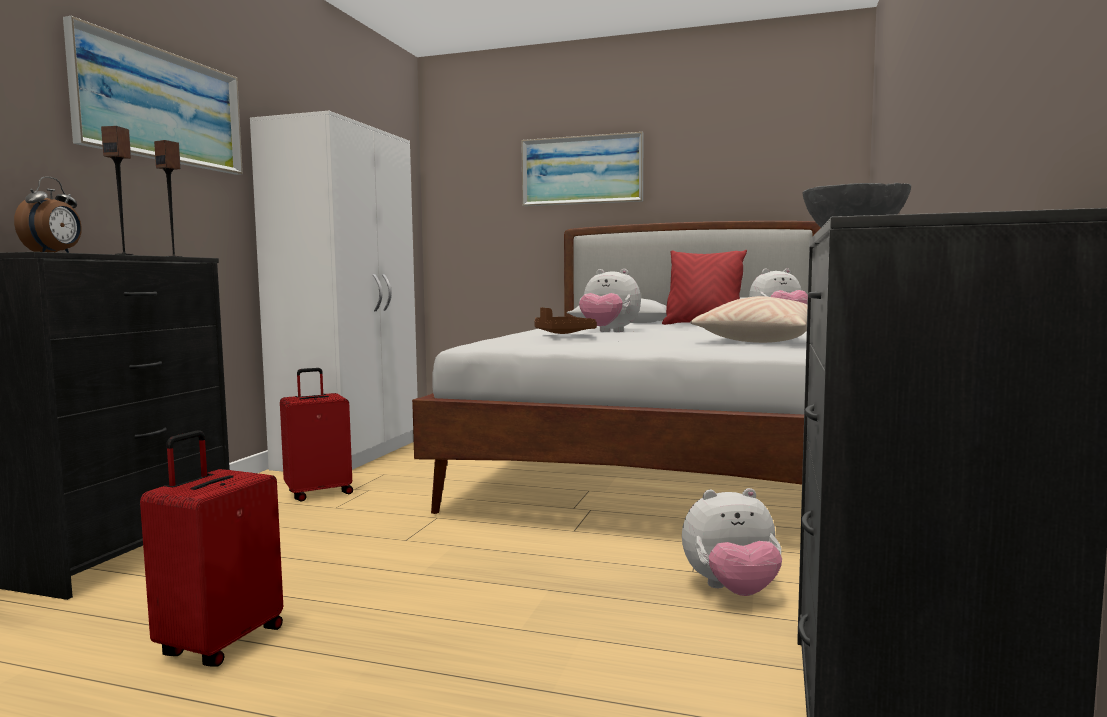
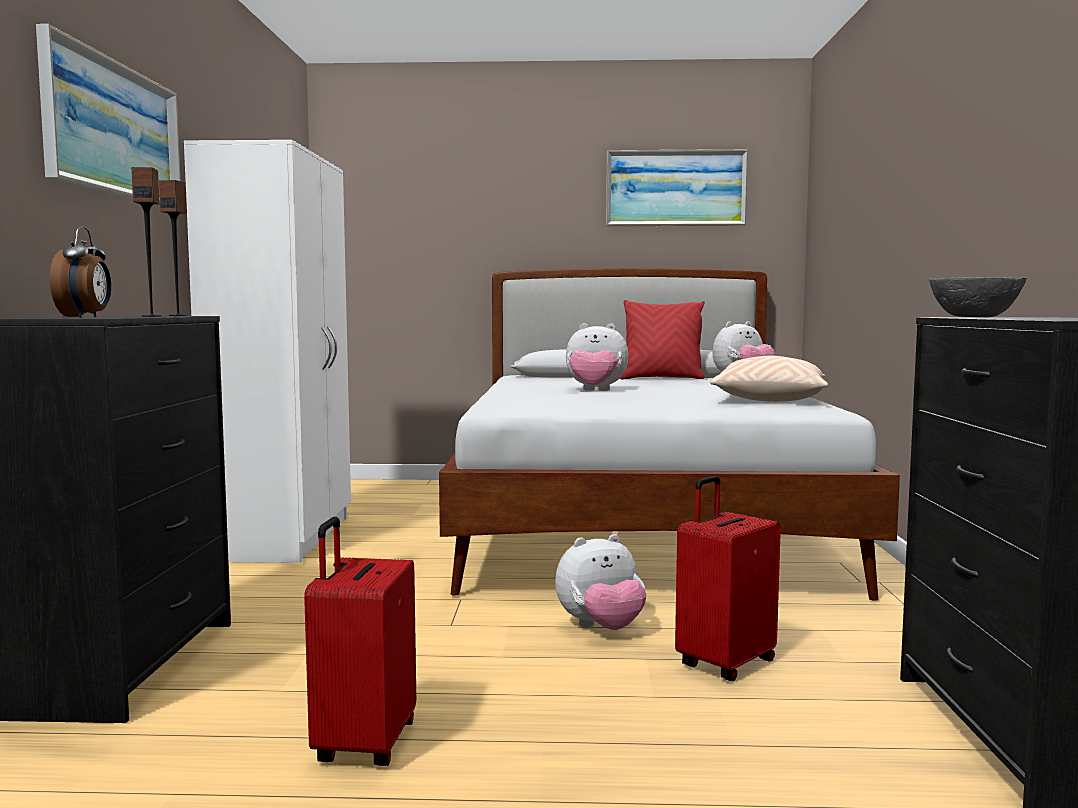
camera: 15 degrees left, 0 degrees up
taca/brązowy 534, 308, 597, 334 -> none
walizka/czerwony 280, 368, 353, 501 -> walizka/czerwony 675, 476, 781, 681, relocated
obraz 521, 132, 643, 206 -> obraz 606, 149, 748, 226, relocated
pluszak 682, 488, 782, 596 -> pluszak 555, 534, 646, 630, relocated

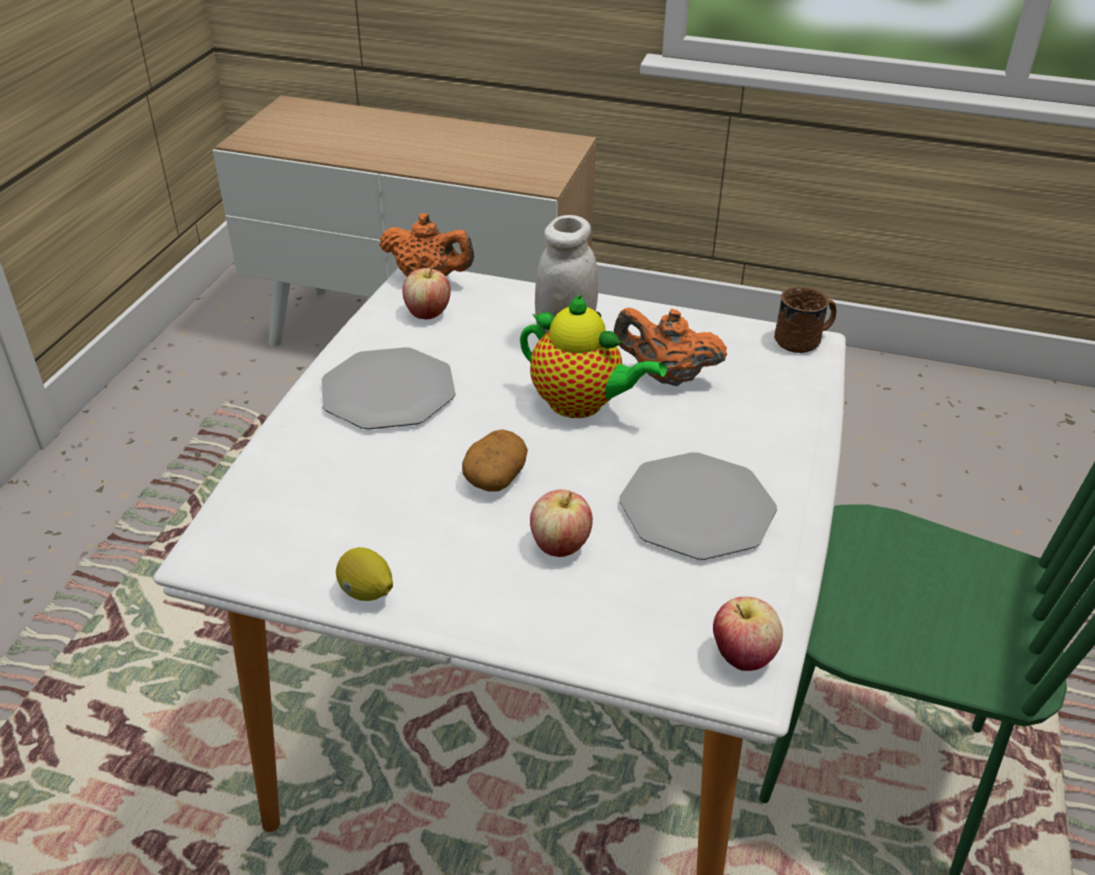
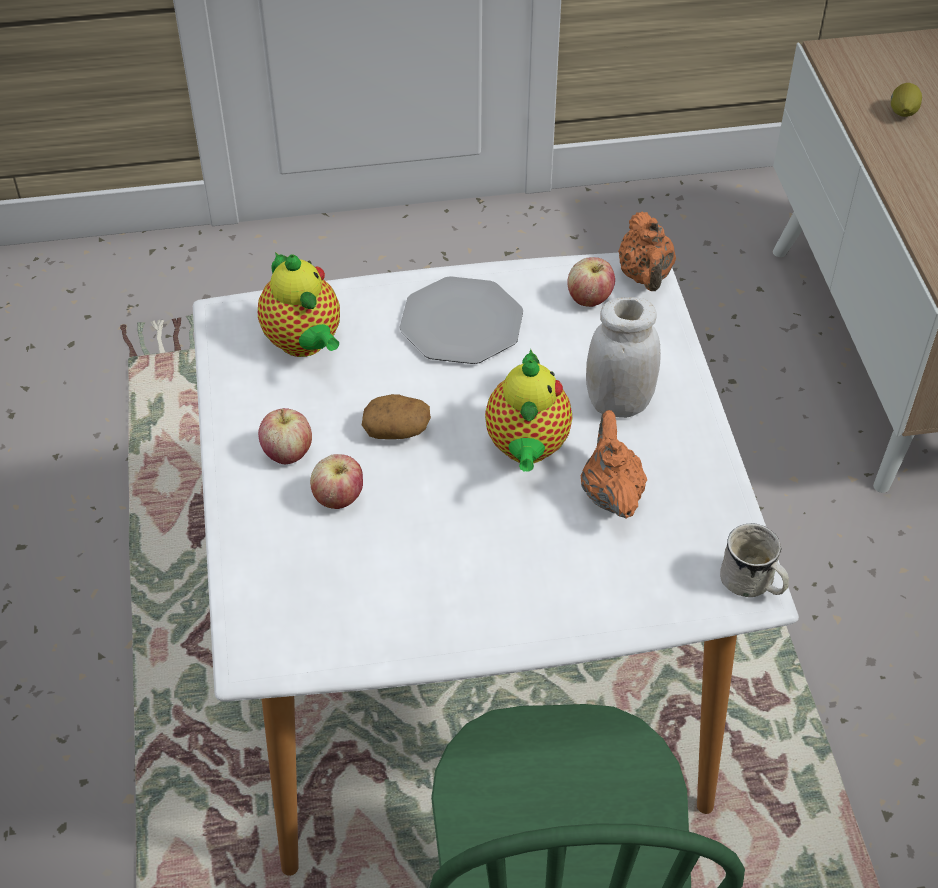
camera: 65 degrees right, 10 degrees up
talerz 619, 452, 777, 560 -> none
none -> imbryk 258, 252, 340, 357
cytryna 336, 547, 393, 601 -> cytryna 891, 83, 922, 117, relocated
jabłko 713, 597, 783, 671 -> jabłko 258, 408, 312, 464, relocated
kubek/brązowy 774, 287, 836, 353 -> kubek/biały 720, 523, 789, 597

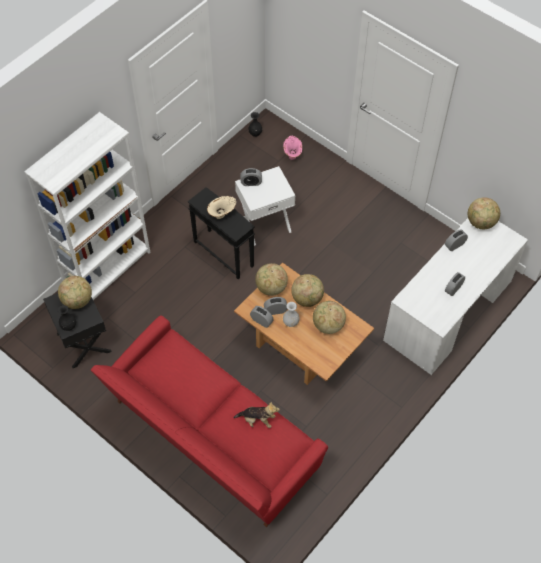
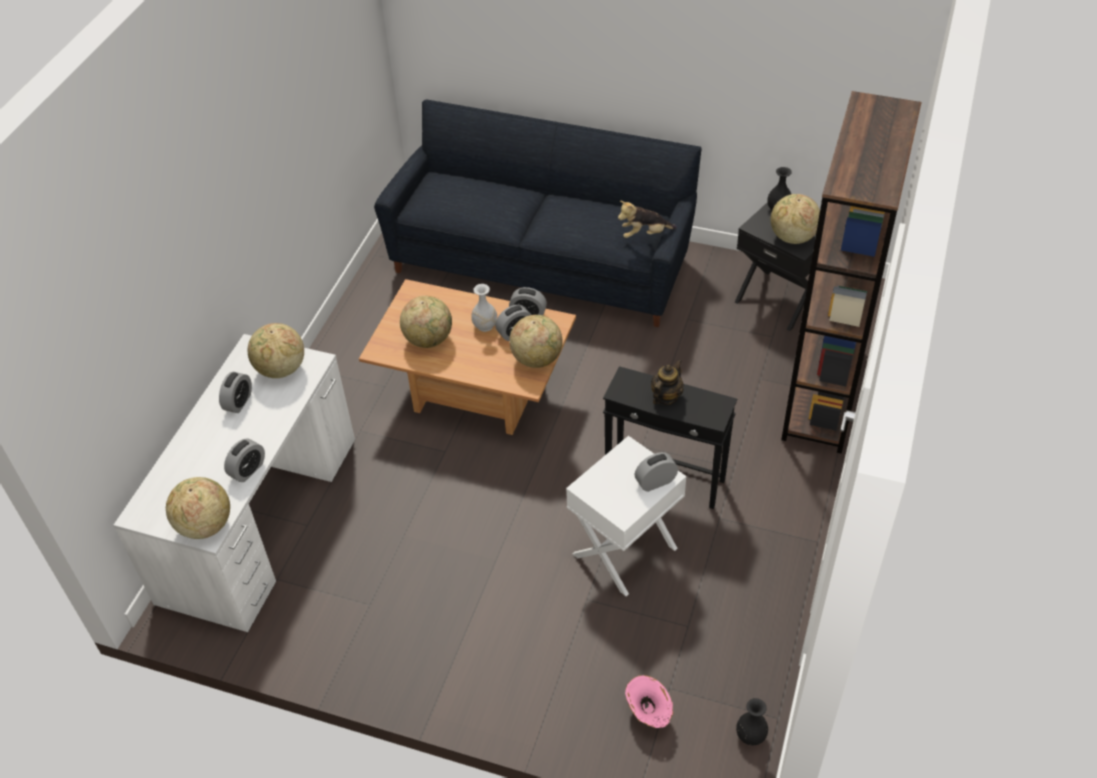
camera: 160 degrees right, 10 degrees down
pluszak 234, 402, 280, 428 -> pluszak 618, 201, 677, 238, relocated
globus 291, 274, 324, 307 -> globus 248, 323, 304, 378, relocated
wazon/beżowy 207, 196, 236, 219 -> imbryk 651, 360, 684, 405
regał/biały 24, 112, 150, 300 -> regał/brązowy 781, 91, 922, 454
kanapa/czerwony 91, 315, 328, 527 -> kanapa/czarny 374, 99, 702, 327

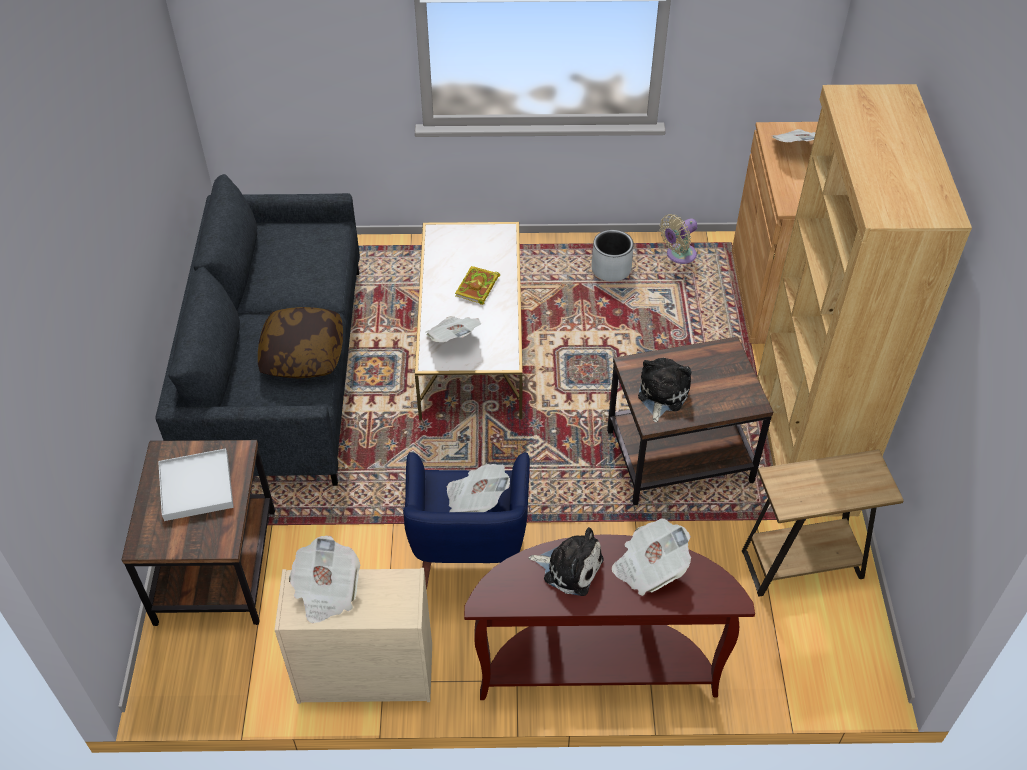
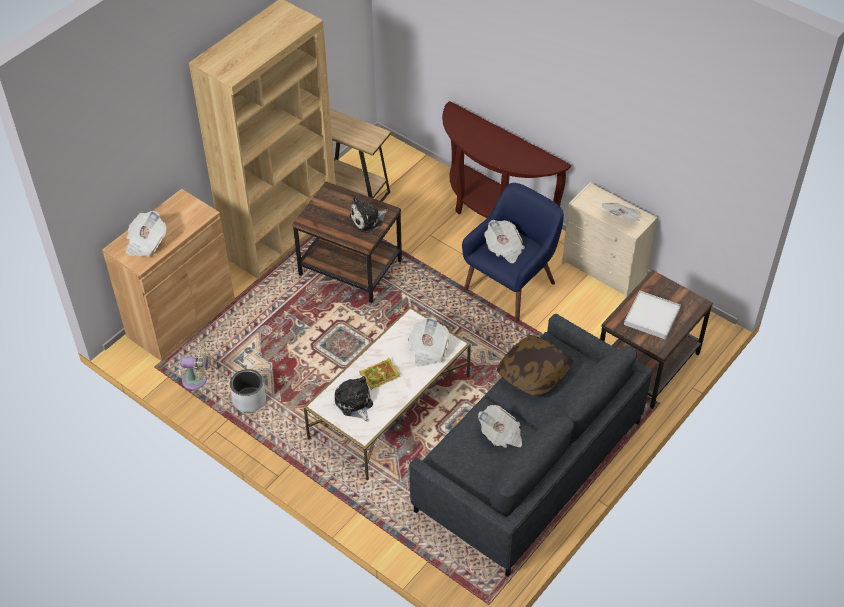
camera: 140 degrees left, 0 degrees up
pluszak 529, 527, 603, 596 -> pluszak 335, 376, 373, 422, relocated
gazeta 612, 519, 691, 596 -> gazeta 478, 405, 522, 448, relocated

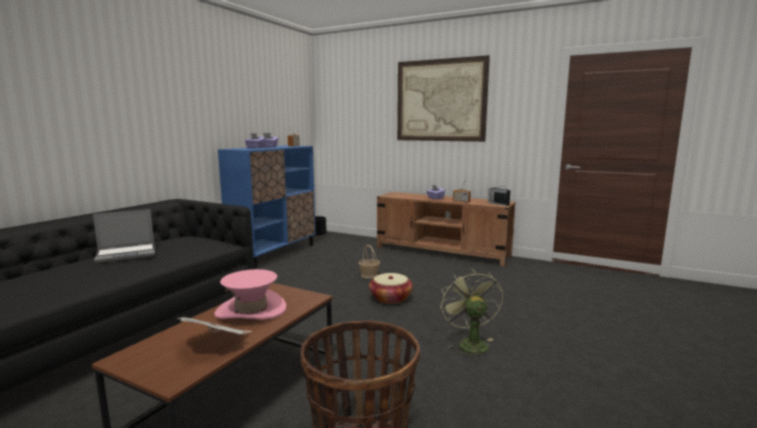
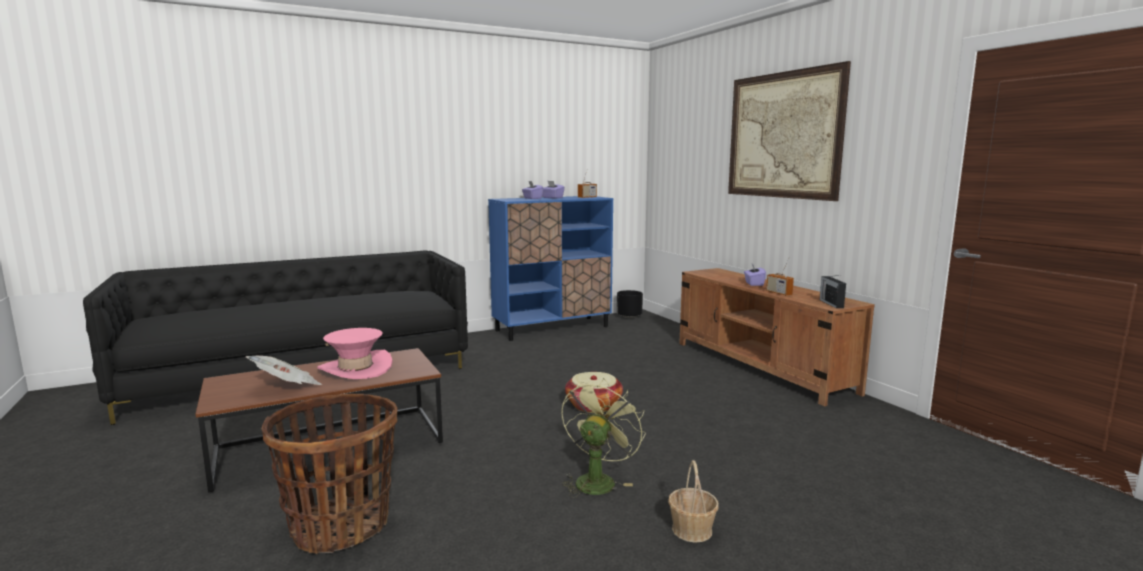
camera: 35 degrees right, 0 degrees up
laptop 93, 209, 155, 263 -> none
koszyk 359, 245, 380, 279 -> koszyk 668, 460, 719, 543, relocated

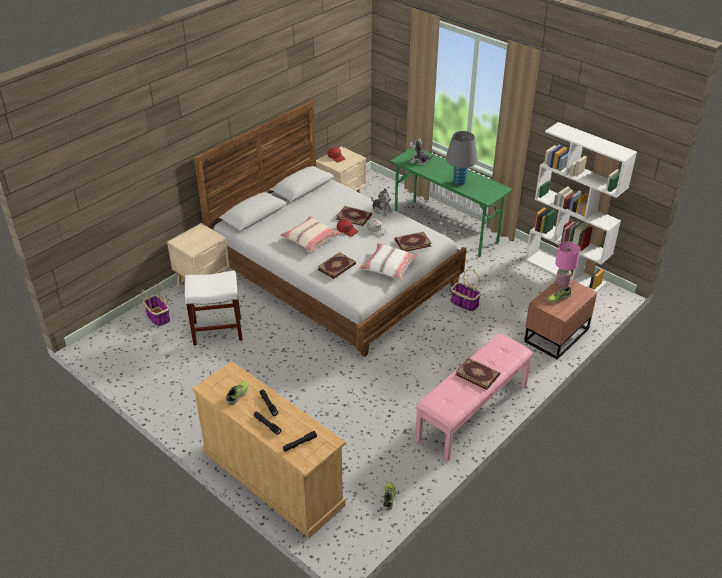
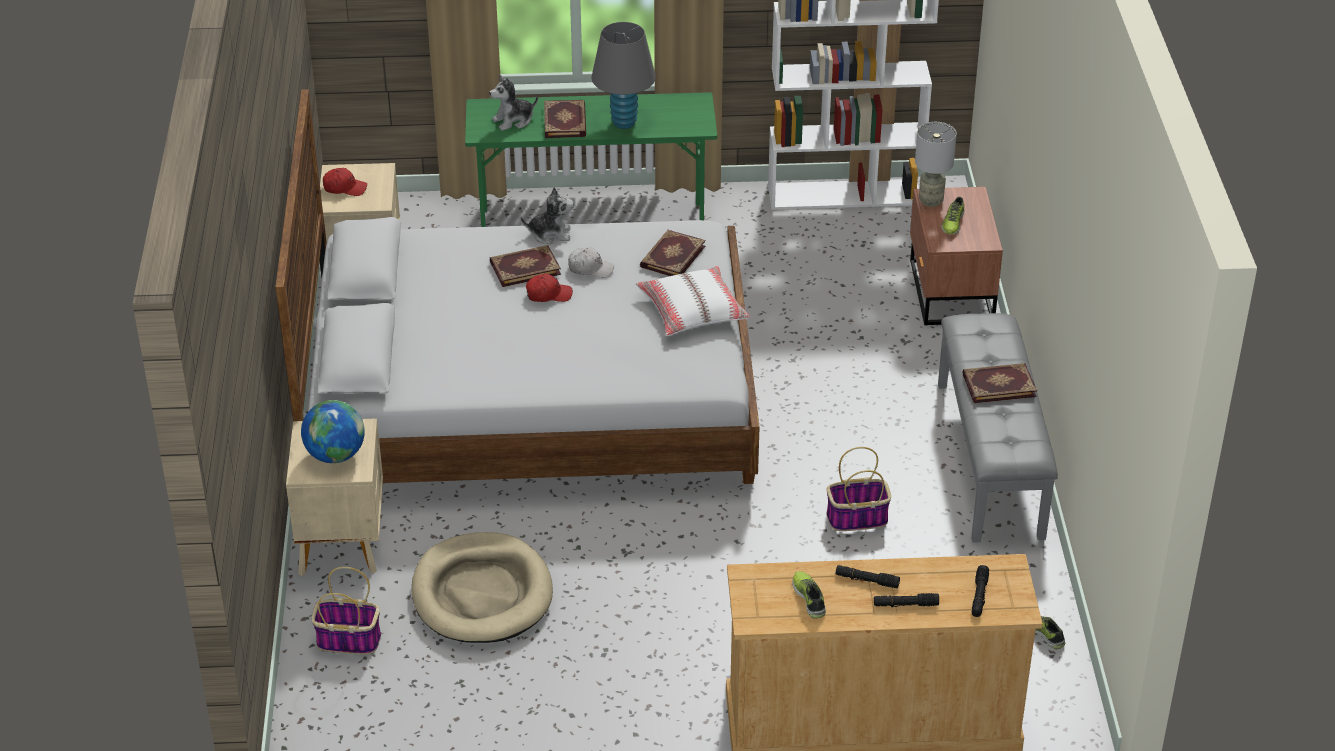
camera: 45 degrees left, 0 degrees up
poduszka/beżowy 280, 216, 341, 252 -> none
none -> globus 301, 400, 365, 463
książka 317, 252, 356, 279 -> książka 544, 100, 586, 138, relocated
koszyk 451, 269, 481, 312 -> koszyk 827, 447, 891, 531, relocated
stołek/biały 185, 270, 243, 346 -> legowisko/beżowy 412, 532, 553, 643
ławka/różowy 415, 334, 534, 462 -> ławka/szary 938, 313, 1058, 543
lampa stołowa/różowy 555, 241, 580, 288 -> lampa stołowa/szary 915, 122, 957, 207

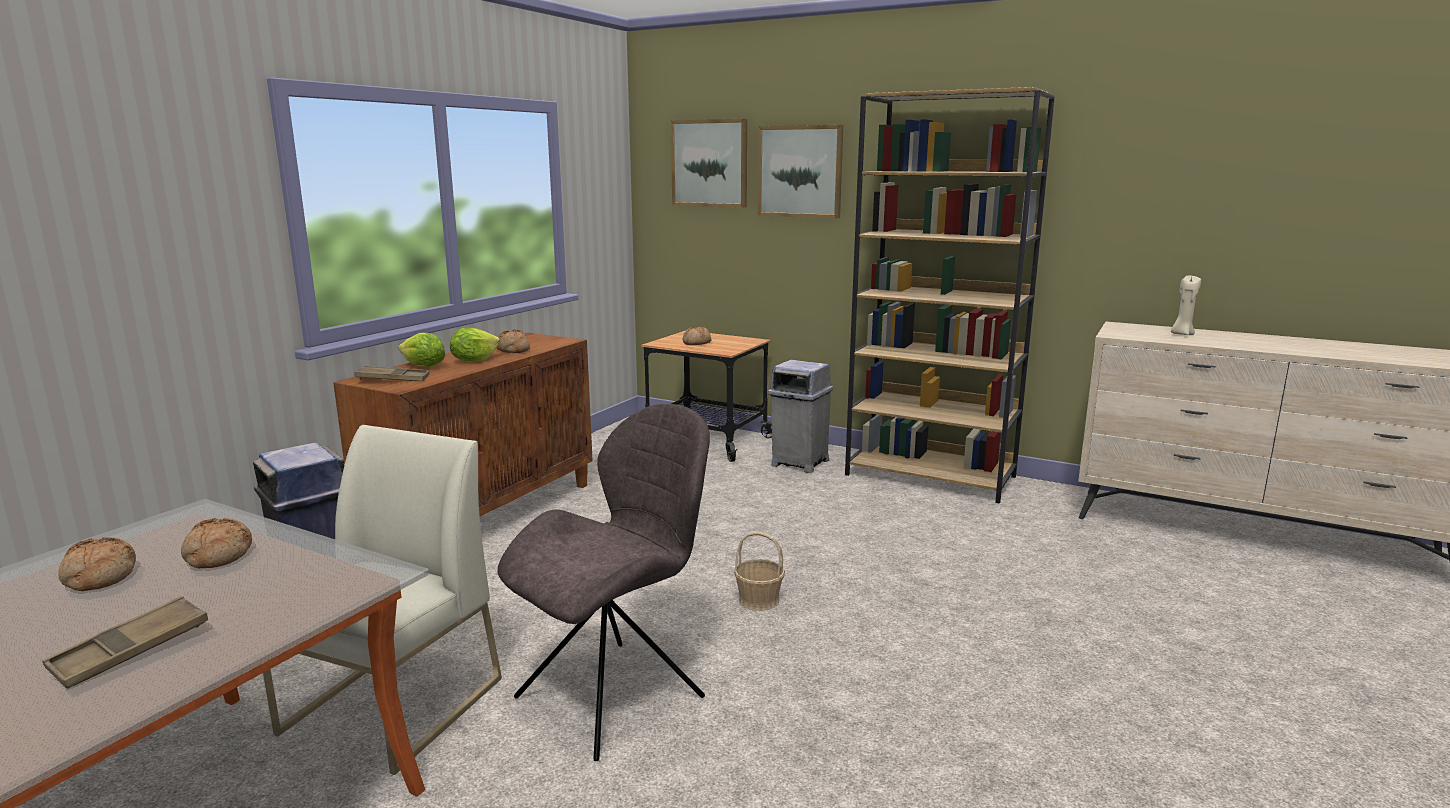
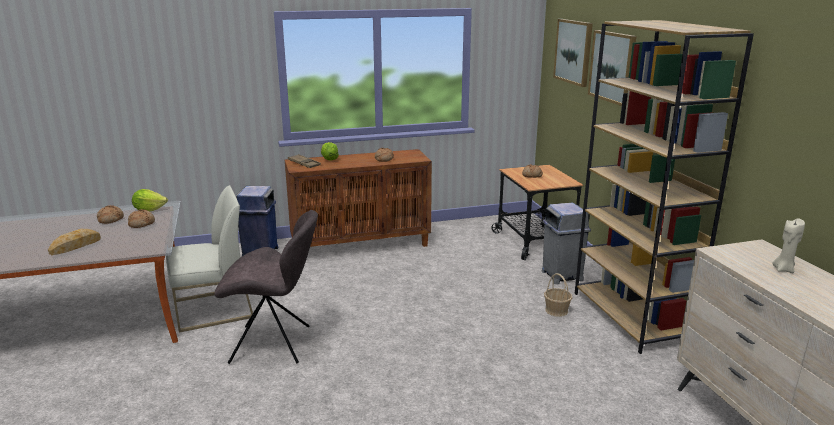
camera: 45 degrees right, 5 degrees up
sałata 450, 328, 500, 362 -> sałata 132, 189, 168, 211, relocated
koszyk 734, 532, 785, 611 -> koszyk 544, 273, 572, 317, relocated
taca/brązowy 43, 596, 208, 689 -> chleb 48, 229, 101, 255

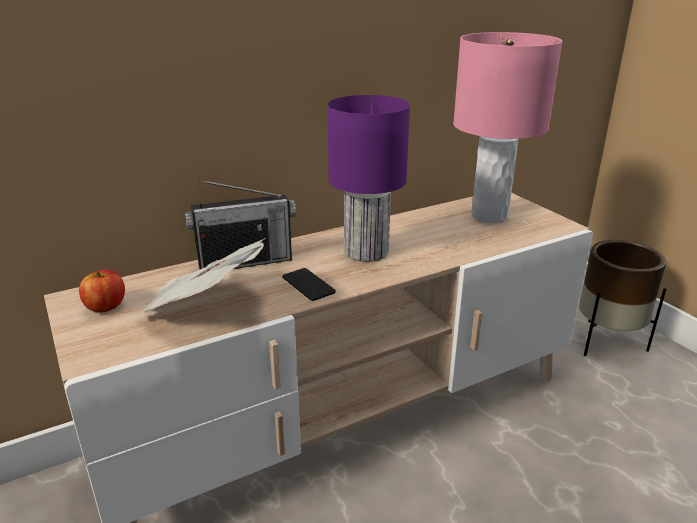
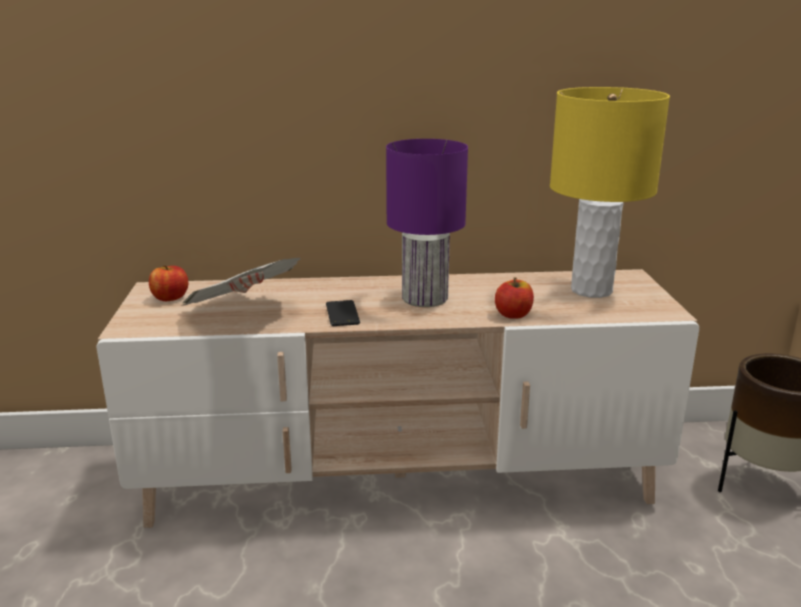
camera: 25 degrees right, 5 degrees down
radio 185, 180, 296, 269 -> none
none -> jabłko 495, 277, 534, 319
lampa stołowa/różowy 453, 32, 563, 223 -> lampa stołowa/żółty 550, 87, 670, 298

